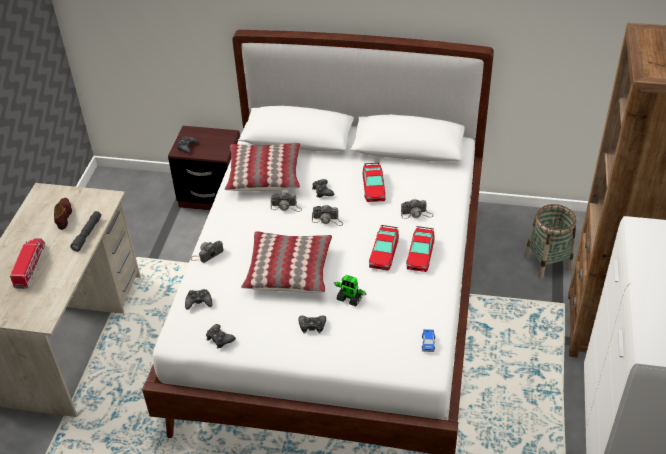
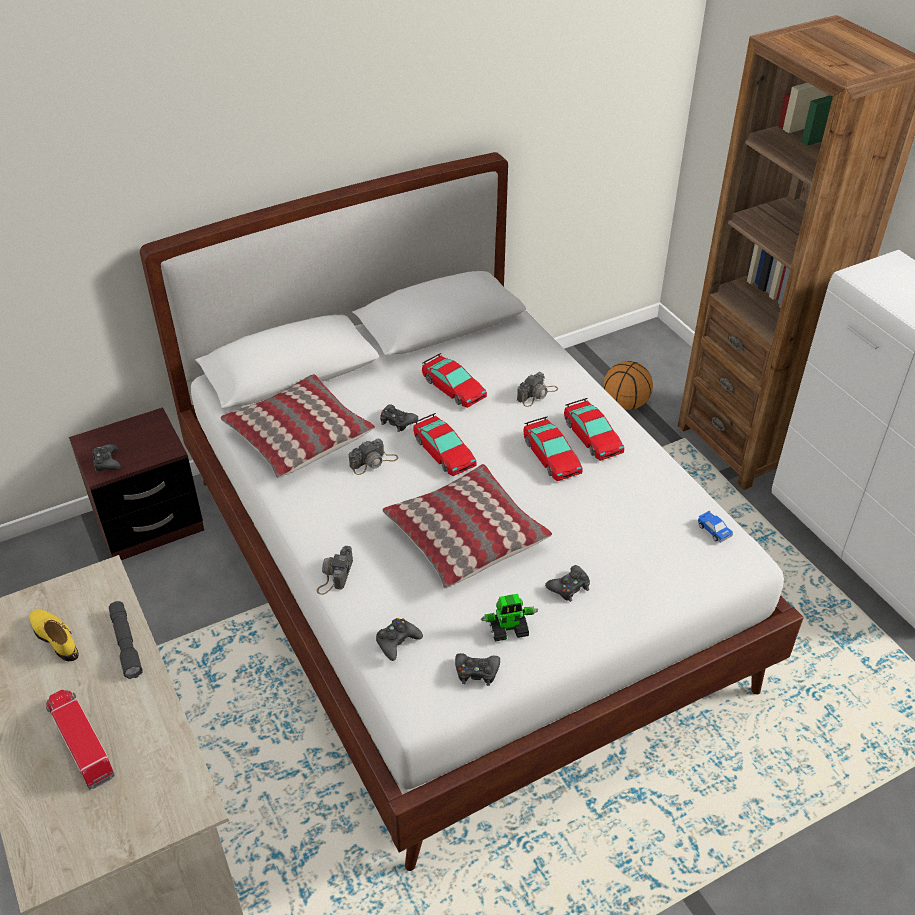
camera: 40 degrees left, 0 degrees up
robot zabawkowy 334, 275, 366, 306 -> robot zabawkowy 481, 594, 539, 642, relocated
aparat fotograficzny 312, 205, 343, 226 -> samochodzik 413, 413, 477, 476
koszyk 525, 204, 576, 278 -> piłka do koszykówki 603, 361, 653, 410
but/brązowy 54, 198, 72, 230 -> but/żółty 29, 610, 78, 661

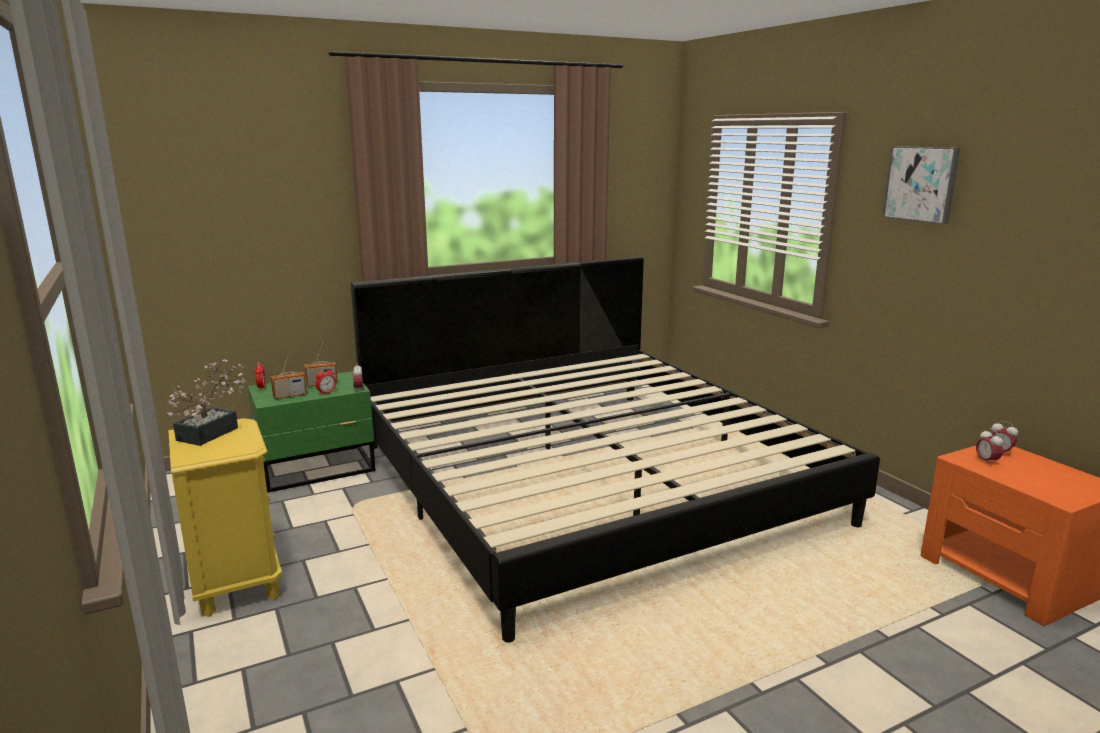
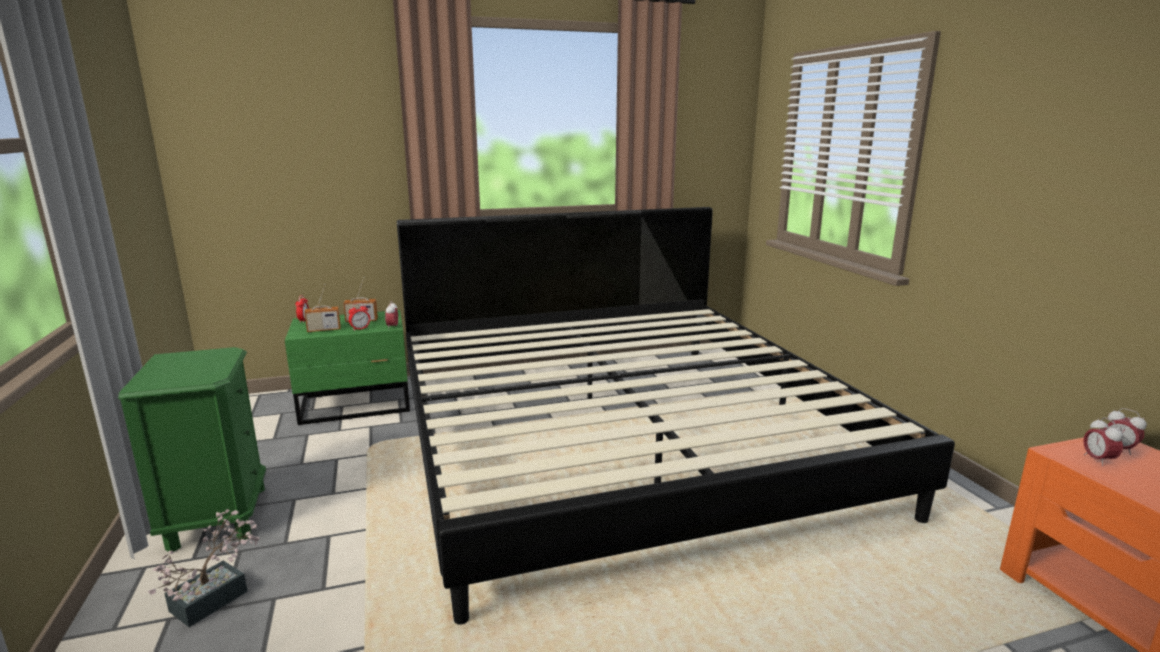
camera: 10 degrees right, 0 degrees up
obraz 882, 146, 960, 224 -> none
roślina doniczkowa 167, 359, 247, 446 -> roślina doniczkowa 148, 509, 259, 627, relocated
szafka nocna/żółty 168, 418, 282, 617 -> szafka nocna/zielony 118, 347, 266, 552

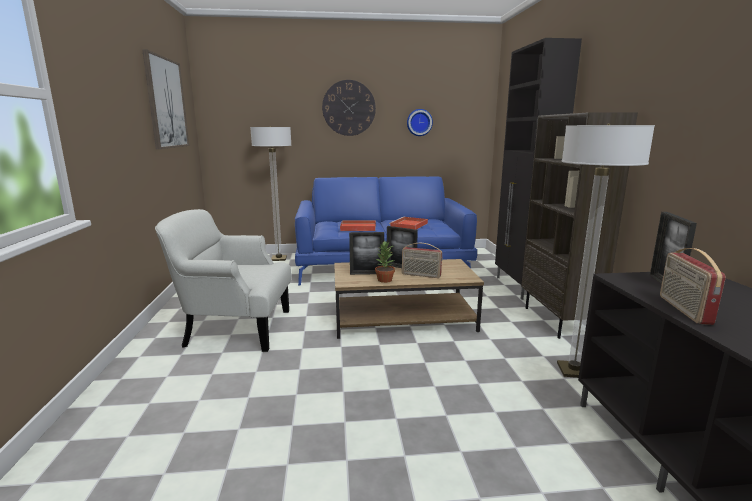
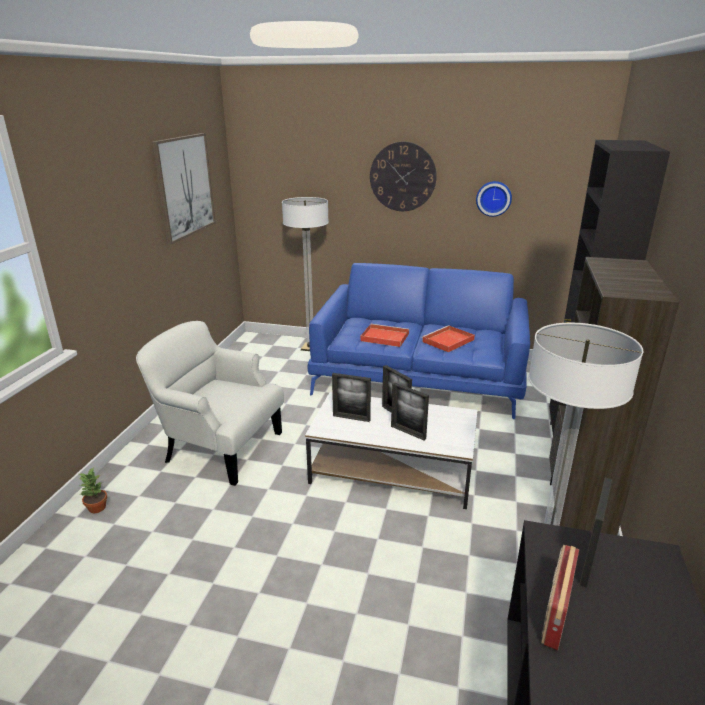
camera: 20 degrees right, 10 degrees up
roślina doniczkowa 375, 241, 395, 283 -> roślina doniczkowa 79, 467, 107, 513, relocated
radio 402, 243, 442, 278 -> ramka na zdjęcie 391, 382, 429, 440
ława/brązowy 334, 259, 484, 339 -> ława/biały 305, 392, 478, 509

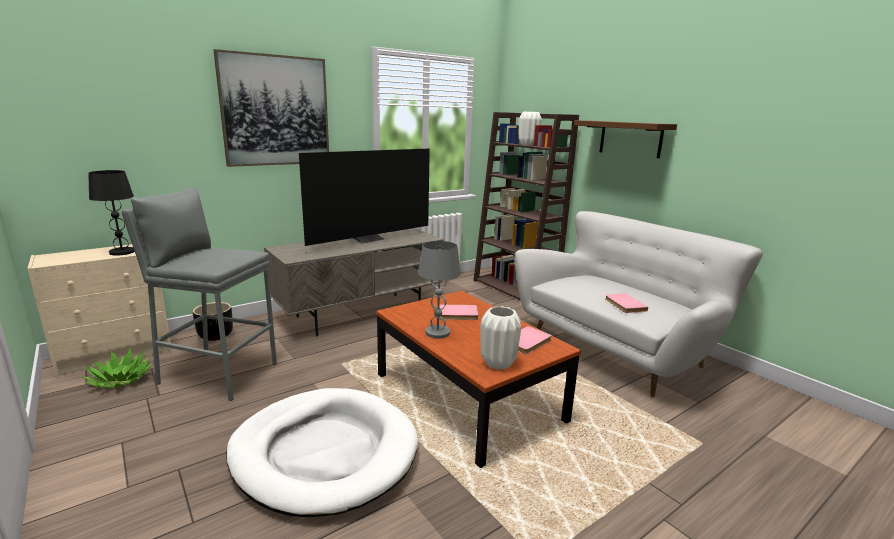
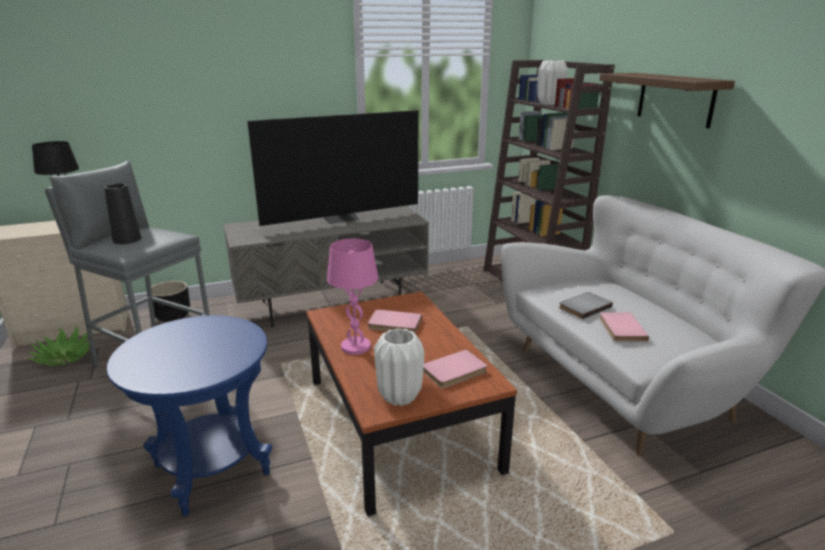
camera: 15 degrees right, 5 degrees up
obraz 213, 49, 329, 167 -> none
none -> wazon/czarny 104, 183, 141, 244
none -> książka/szary 559, 292, 613, 319
legowisko/biały 226, 388, 418, 517 -> stolik/niebieski 106, 315, 272, 516
lampa stołowa/szary 418, 241, 461, 338 -> lampa stołowa/różowy 327, 239, 378, 355

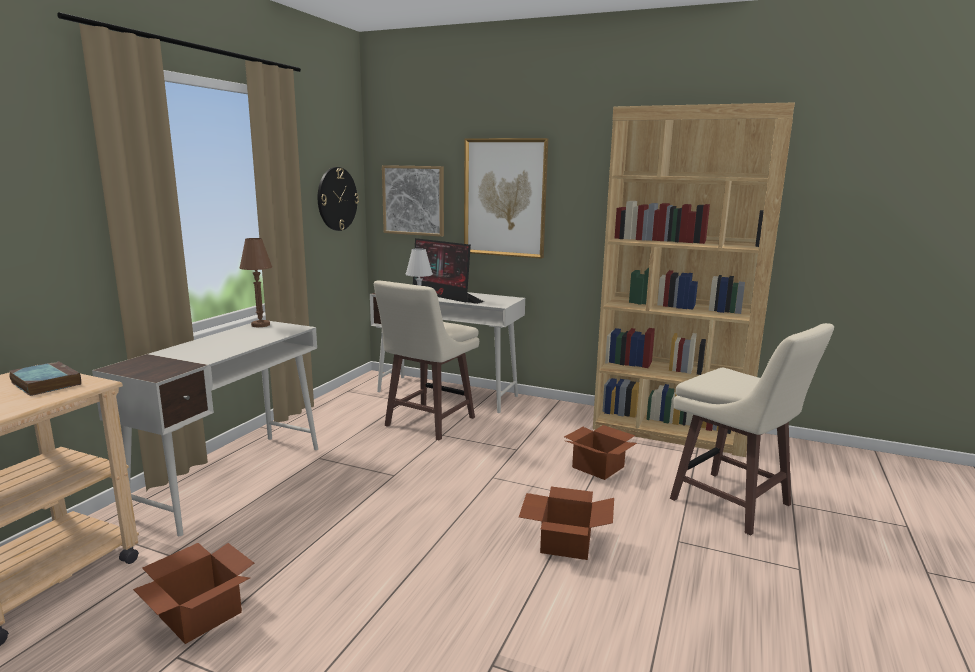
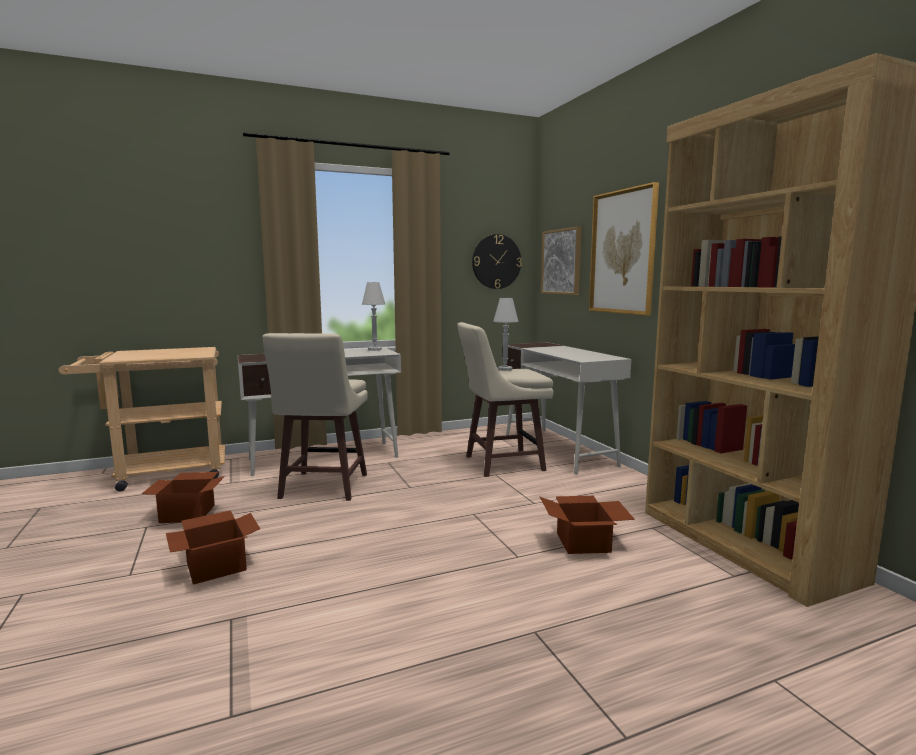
camera: 45 degrees right, 5 degrees down
książka 9, 361, 81, 396 -> none
monitor 413, 238, 484, 304 -> none
karton 519, 487, 614, 560 -> karton 166, 510, 260, 585, relocated
stołek/beżowy 670, 323, 834, 536 -> stołek/beżowy 262, 333, 368, 501, relocated
lampa stołowa/brązowy 239, 238, 272, 327 -> lampa stołowa/biały 362, 282, 386, 351

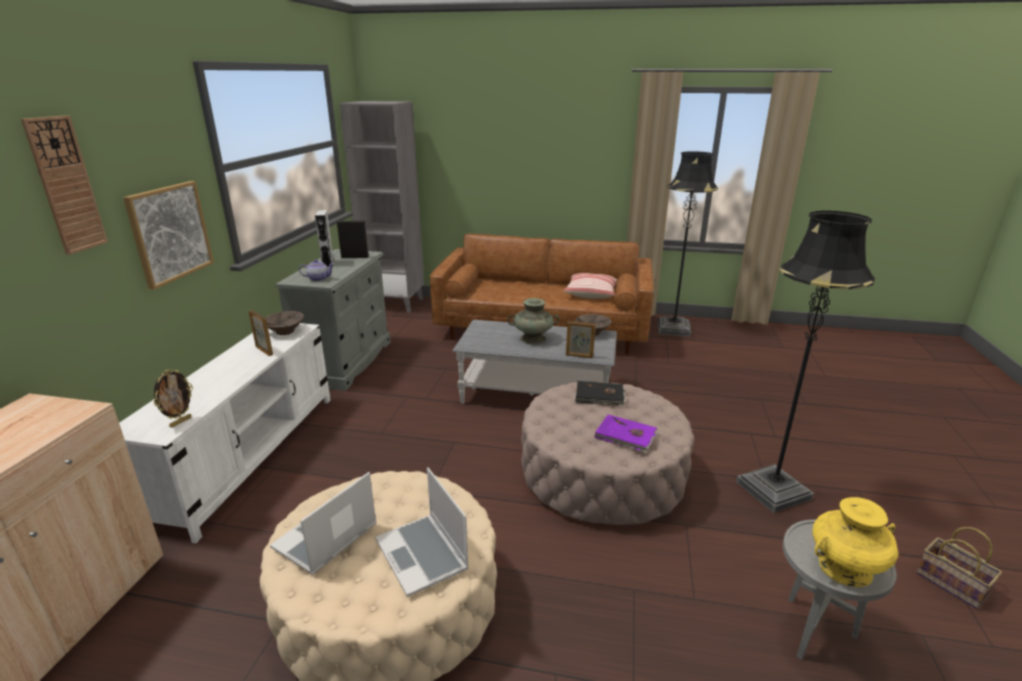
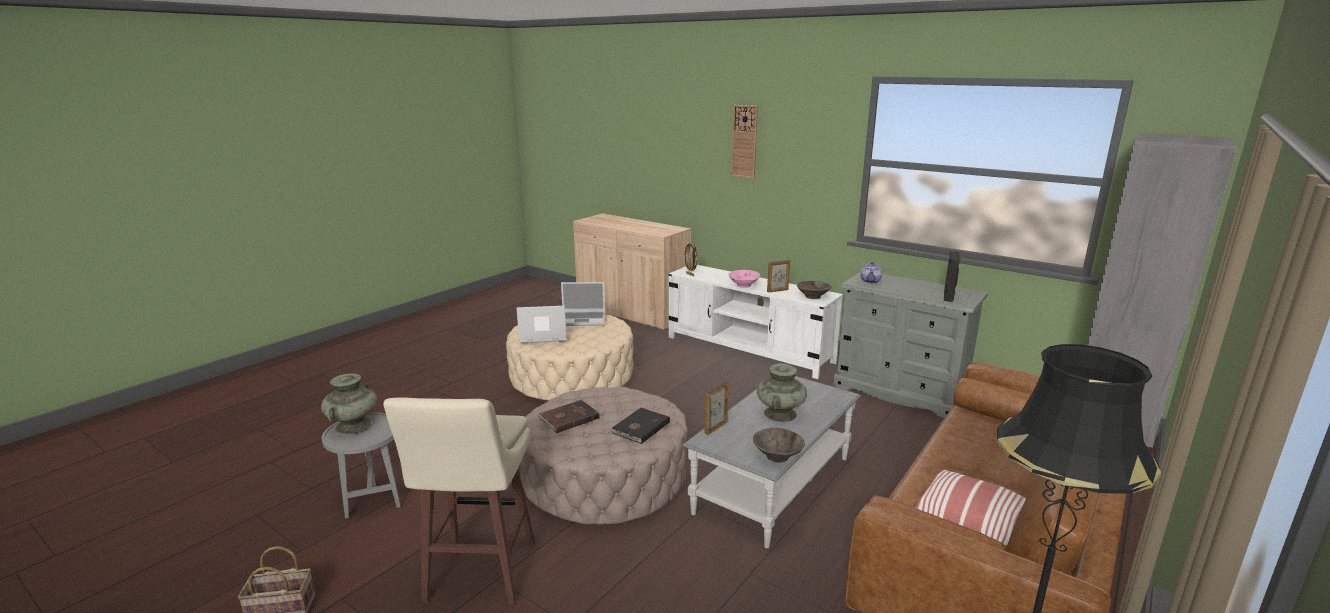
camera: 115 degrees right, 5 degrees down
obraz 123, 181, 214, 290 -> none
głośnik/szary 315, 210, 334, 267 -> none
none -> miska/różowy 728, 270, 760, 288
lampa stojąca/czarny 736, 211, 875, 513 -> stołek/beżowy 383, 397, 535, 605
książka/fioletowy 594, 414, 658, 453 -> książka/brązowy 538, 400, 600, 433
wazon/żółty 812, 497, 898, 587 -> wazon/turkusowy 321, 374, 377, 434
laptop 270, 472, 377, 575 -> laptop 561, 282, 605, 326, 120 degrees clockwise

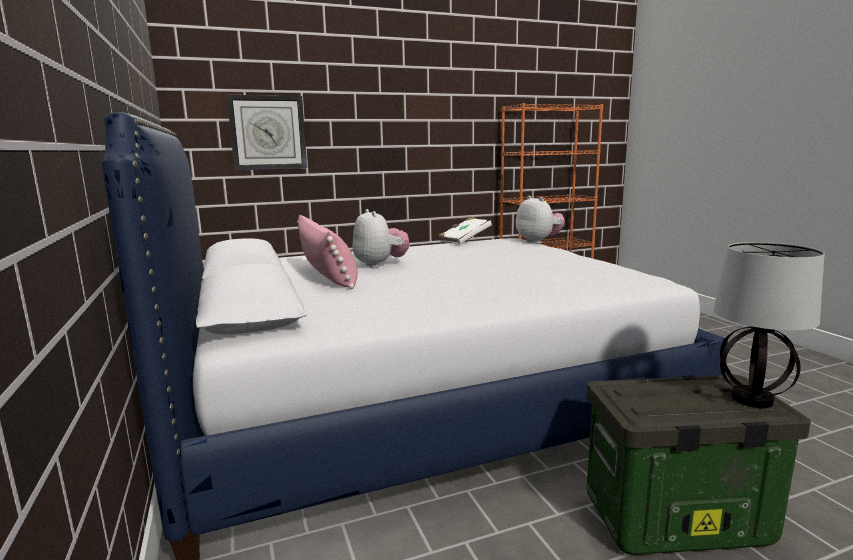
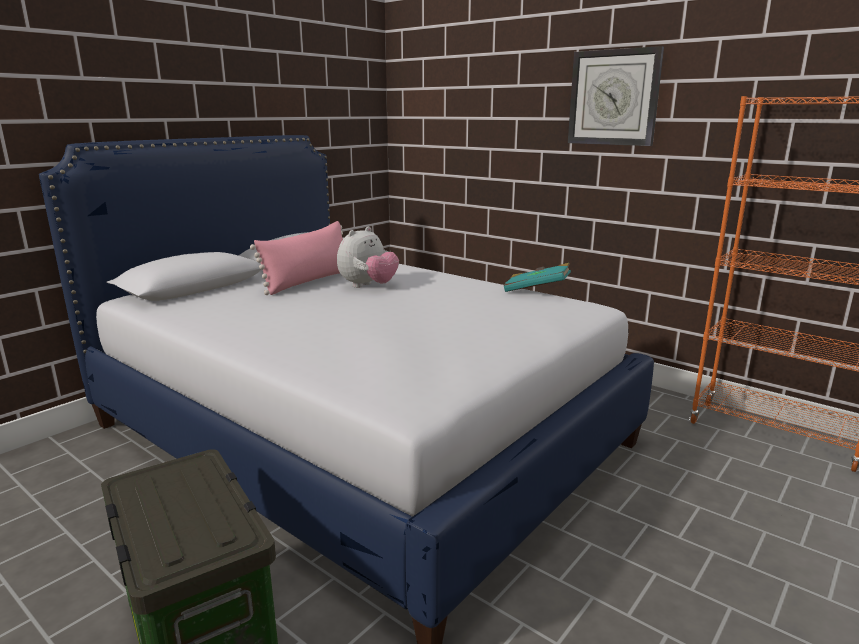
camera: 60 degrees right, 5 degrees up
pluszak 516, 196, 565, 244 -> none
lampa stołowa 714, 242, 825, 408 -> none
zegar ścienny 227, 95, 307, 171 -> zegar ścienny 568, 46, 664, 146, relocated
książka/biały 438, 217, 492, 244 -> książka/turkusowy 504, 263, 571, 292

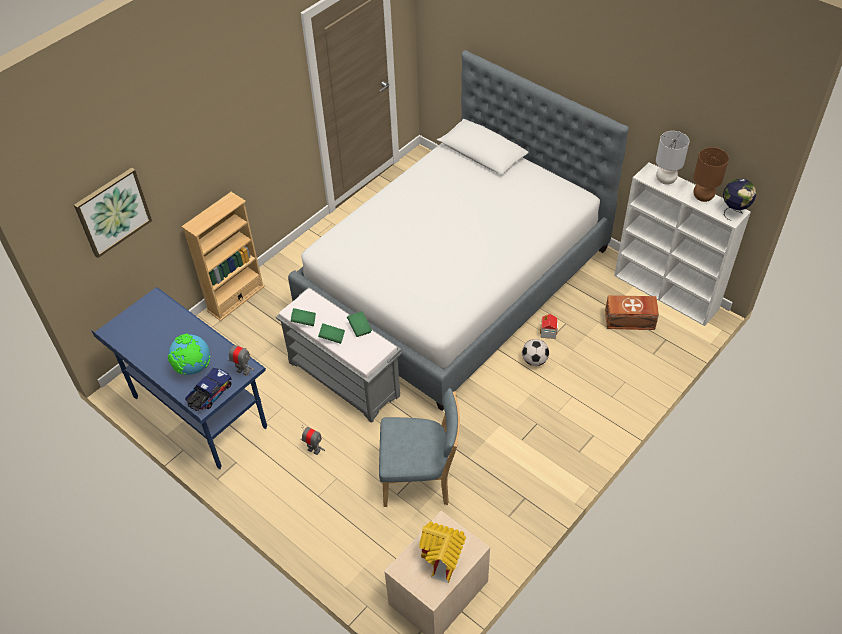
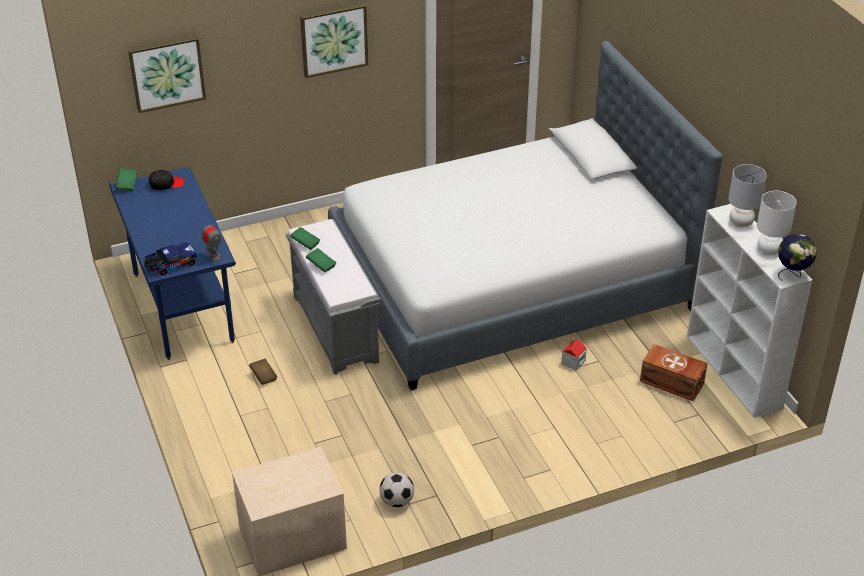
camera: 25 degrees right, 10 degrees down
globus 168, 334, 210, 375 -> none
regał/beżowy 181, 192, 265, 321 -> none
krzesło/niebieski 379, 388, 460, 507 -> none
domek 419, 521, 466, 583 -> none
none -> czapka z daszkiem/czarny 149, 170, 184, 190
none -> obraz 300, 4, 368, 78
książka/zielony 347, 311, 372, 337 -> książka/zielony 116, 168, 137, 192, relocated
piłka futbolowa 522, 339, 549, 366 -> piłka futbolowa 380, 472, 414, 507, relocated
robot zabawkowy 300, 426, 325, 455 -> książka/brązowy 249, 359, 277, 385
lampa stołowa/brązowy 693, 147, 729, 202 -> lampa stołowa/biały 757, 191, 797, 255

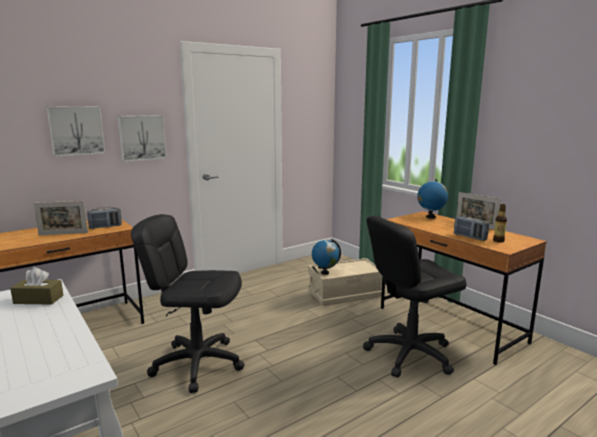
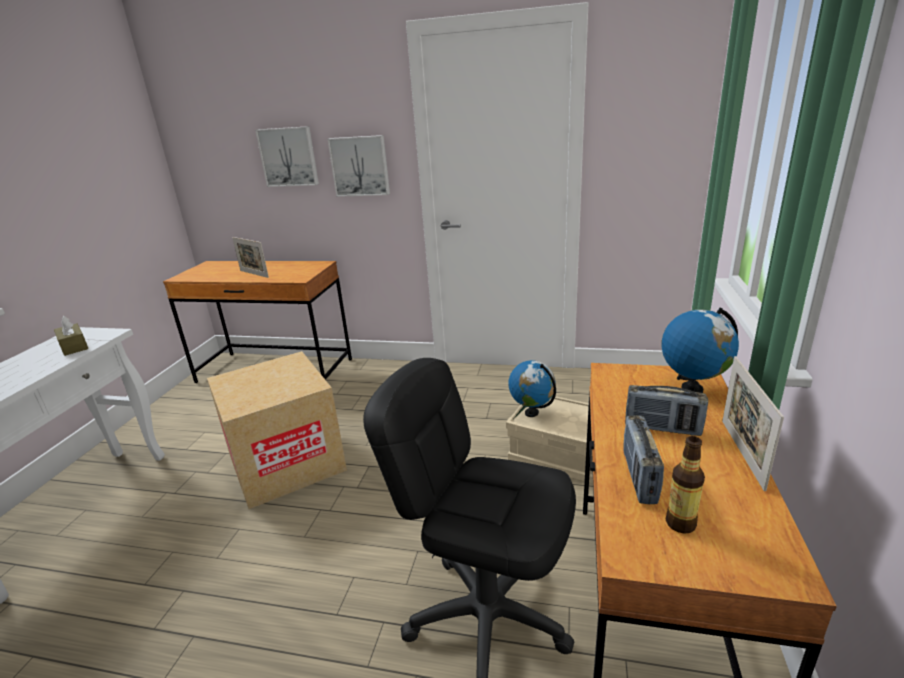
camera: 50 degrees right, 10 degrees up
radio 87, 207, 122, 229 -> radio 625, 385, 708, 436, relocated
krzesło biurowe/czarny 131, 214, 245, 393 -> karton 207, 351, 347, 509

